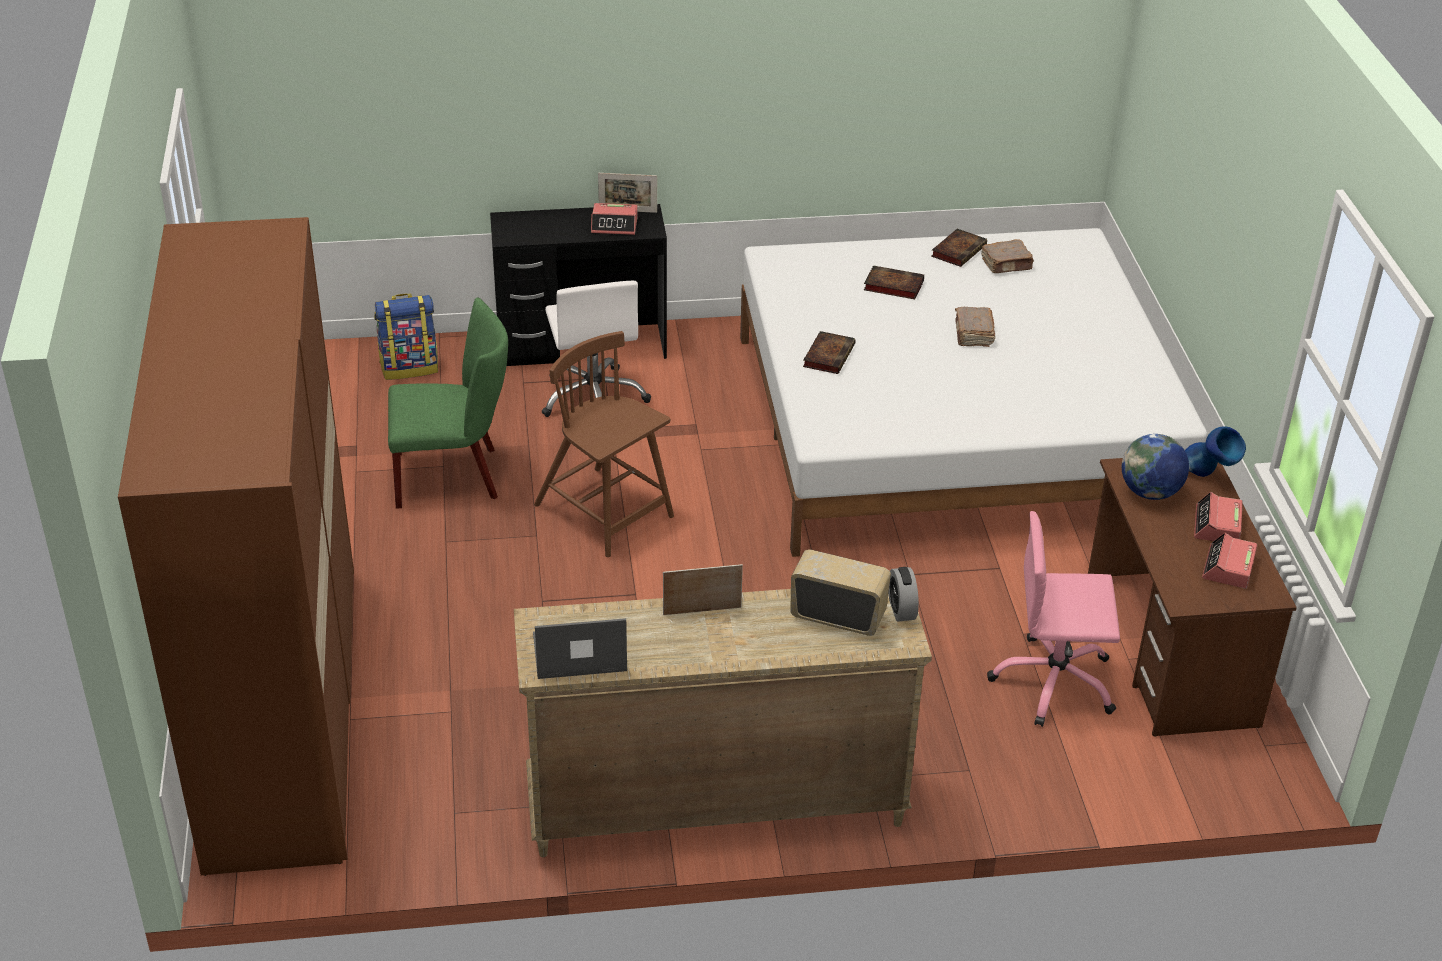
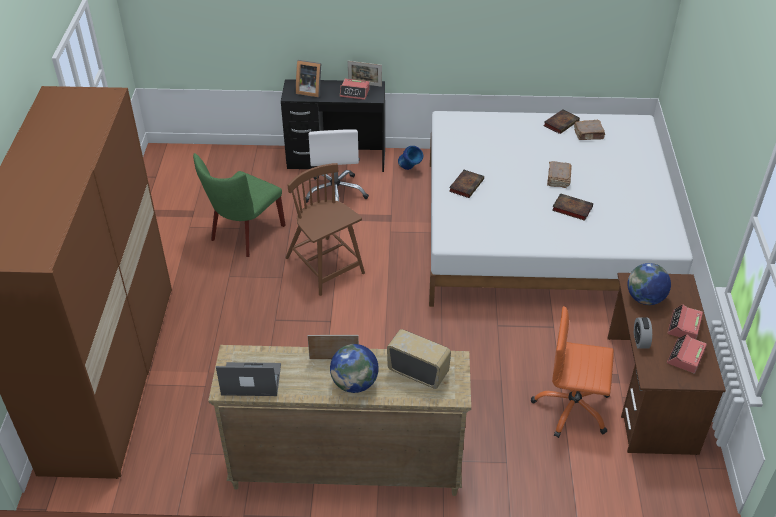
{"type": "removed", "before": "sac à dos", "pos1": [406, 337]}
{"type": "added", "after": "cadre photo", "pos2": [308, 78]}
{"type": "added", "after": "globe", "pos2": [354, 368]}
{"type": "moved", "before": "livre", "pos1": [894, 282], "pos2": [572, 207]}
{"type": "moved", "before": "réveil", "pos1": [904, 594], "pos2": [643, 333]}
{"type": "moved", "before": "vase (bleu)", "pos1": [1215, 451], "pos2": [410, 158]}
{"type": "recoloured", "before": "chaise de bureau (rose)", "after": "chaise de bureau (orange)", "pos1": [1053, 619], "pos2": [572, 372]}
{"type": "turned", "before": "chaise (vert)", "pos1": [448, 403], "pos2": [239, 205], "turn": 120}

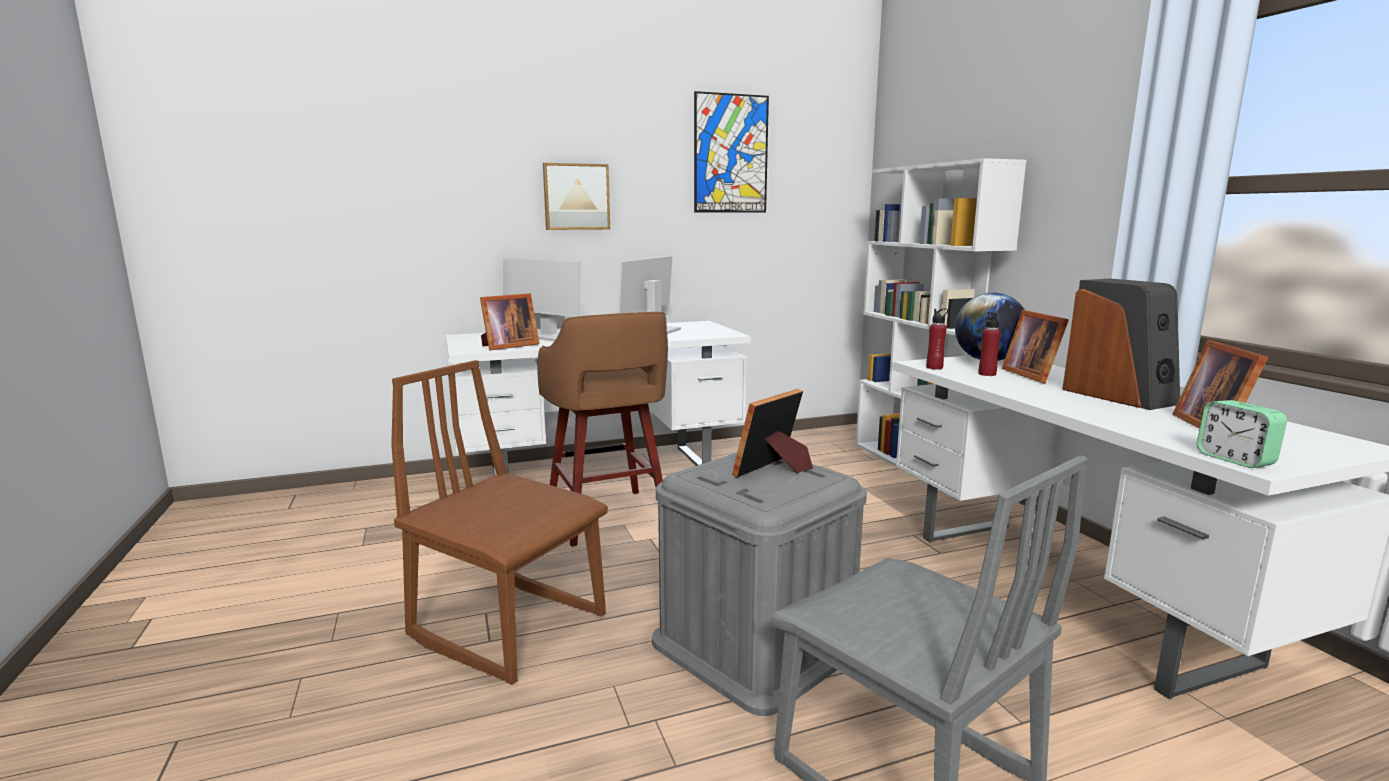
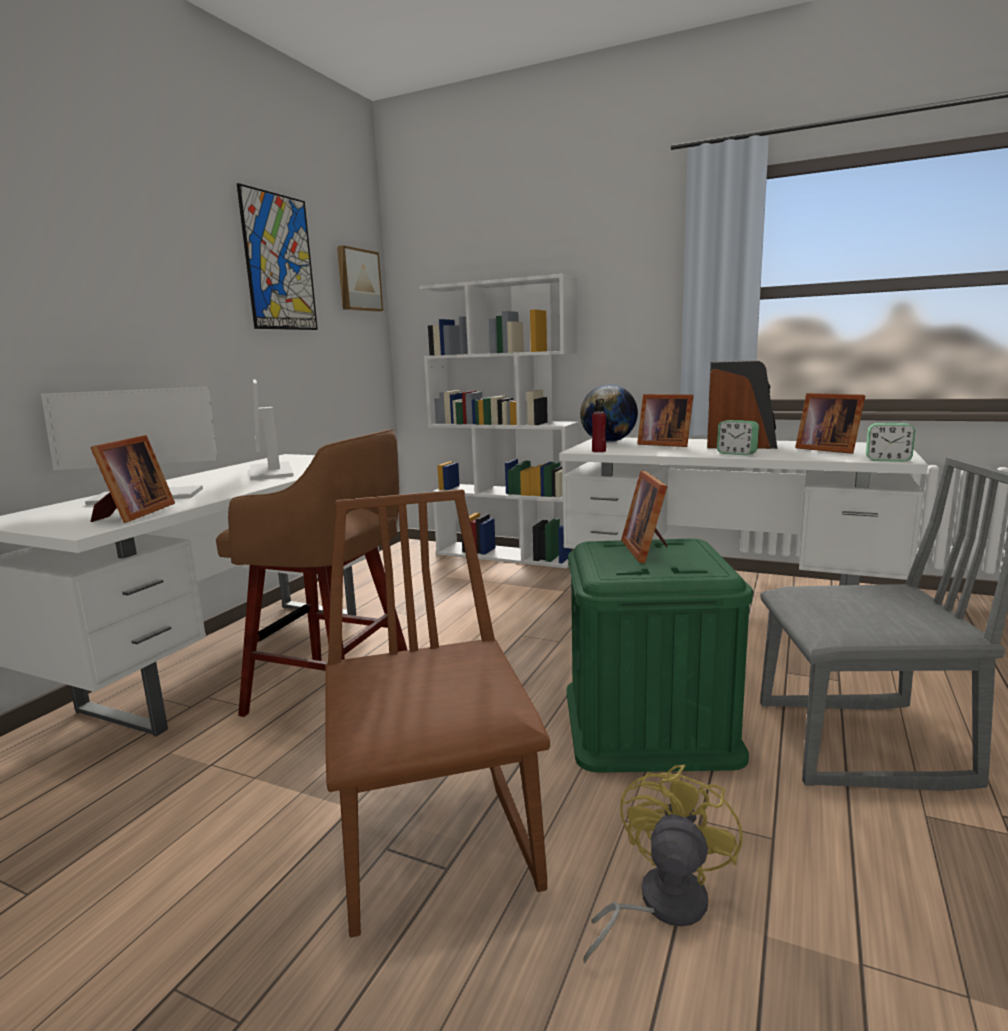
{"type": "removed", "before": "bouteille (rouge)", "pos1": [990, 344]}
{"type": "added", "after": "ventilateur (jaune)", "pos2": [663, 864]}
{"type": "added", "after": "réveil", "pos2": [738, 438]}
{"type": "moved", "before": "tableau", "pos1": [576, 196], "pos2": [360, 278]}
{"type": "recoloured", "before": "boîte de rangement (gris)", "after": "boîte de rangement (vert)", "pos1": [759, 584], "pos2": [660, 656]}
{"type": "turned", "before": "chaise (marron)", "pos1": [499, 522], "pos2": [438, 713], "turn": 90}

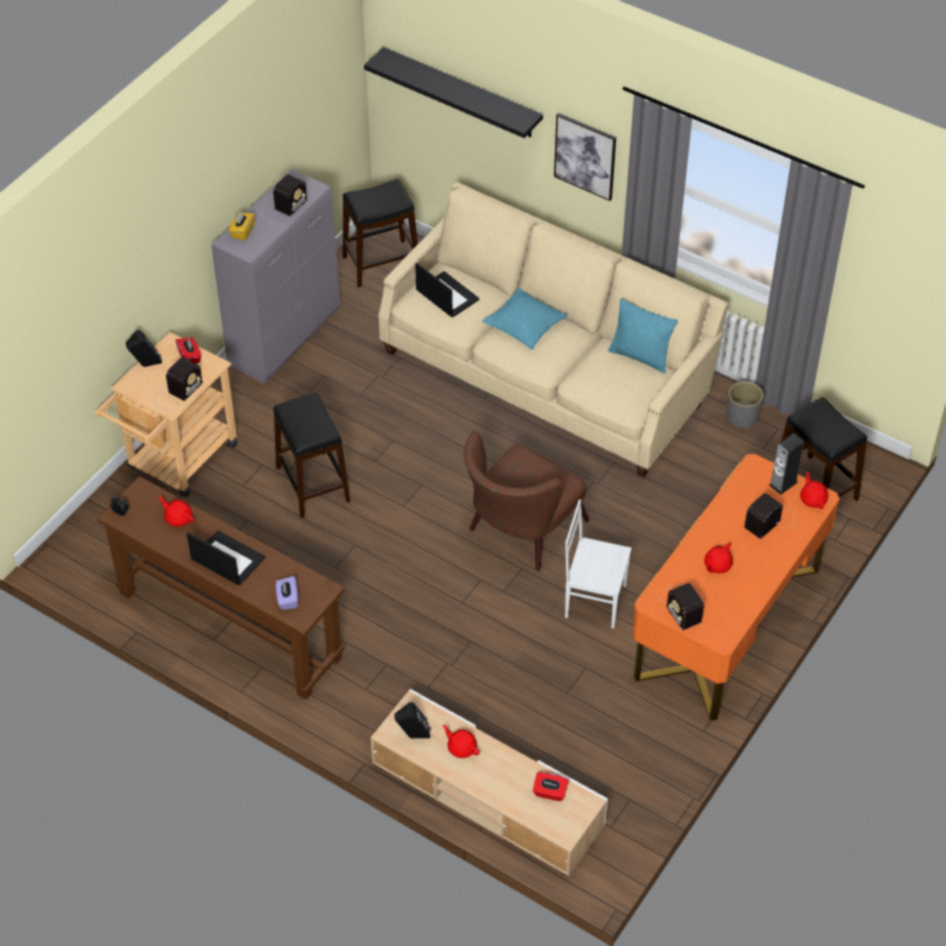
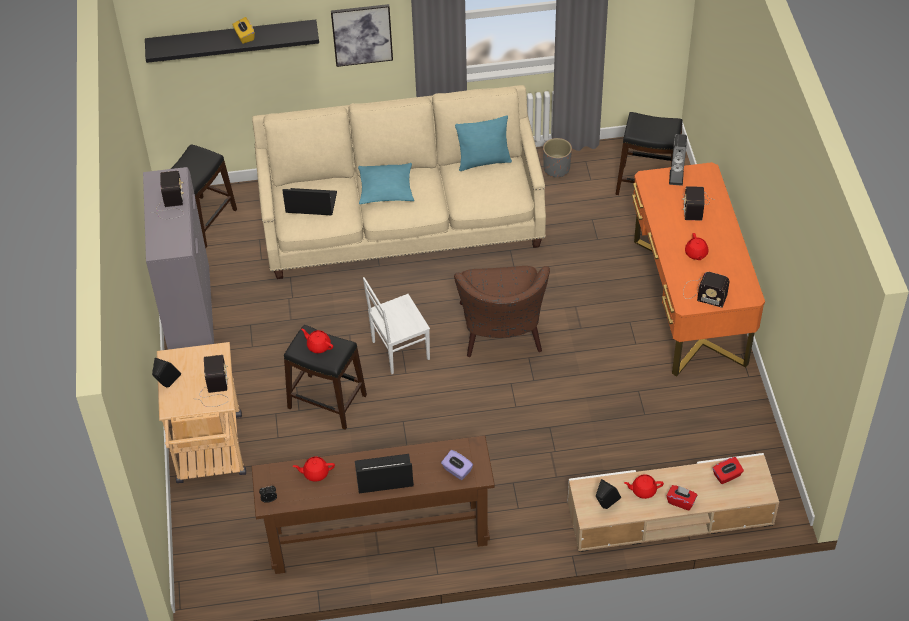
{"type": "moved", "before": "boîte à mouchoirs (rouge)", "pos1": [189, 350], "pos2": [681, 497]}
{"type": "moved", "before": "boîte à mouchoirs (jaune)", "pos1": [242, 225], "pos2": [243, 30]}
{"type": "moved", "before": "chaise (blanc)", "pos1": [598, 564], "pos2": [396, 325]}
{"type": "moved", "before": "théière (rouge)", "pos1": [814, 490], "pos2": [317, 340]}

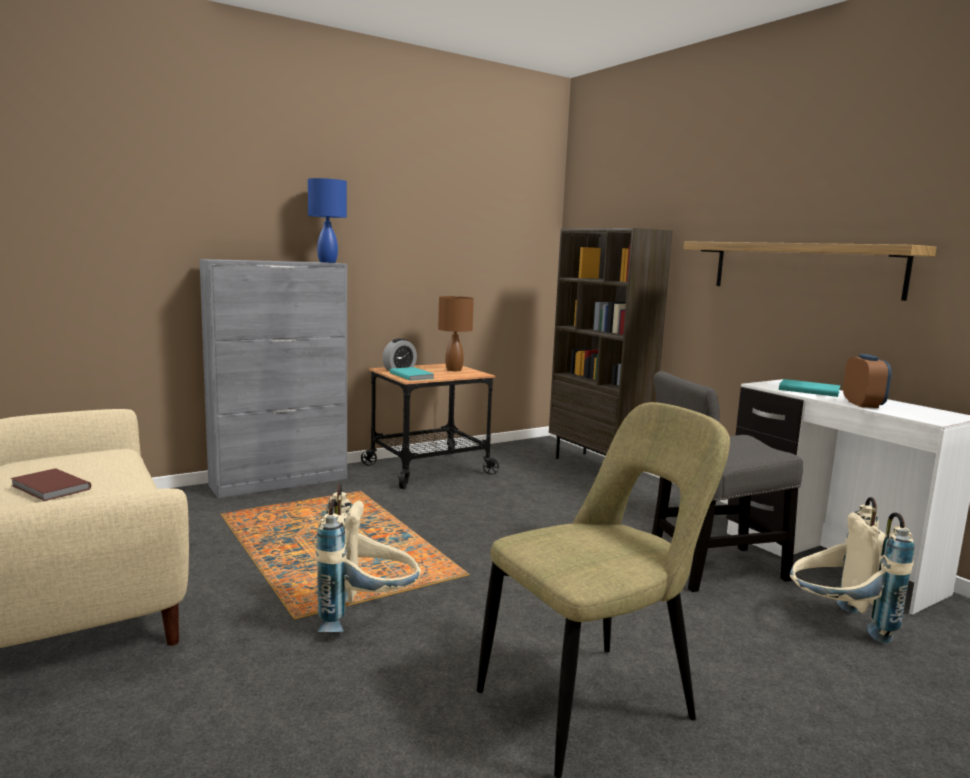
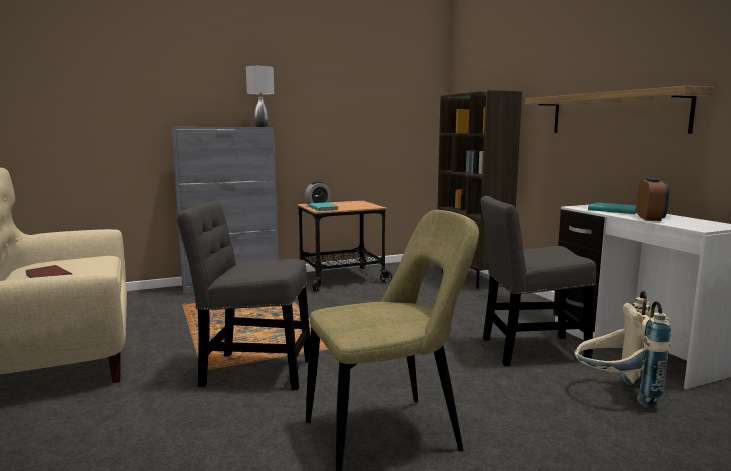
{"type": "removed", "before": "lampe de table (marron)", "pos1": [456, 333]}
{"type": "replaced", "before": "sac à dos (beige)", "after": "chaise (gris)", "pos1": [368, 558], "pos2": [243, 295]}
{"type": "recoloured", "before": "lampe de table (bleu)", "after": "lampe de table (gris)", "pos1": [327, 220], "pos2": [260, 96]}

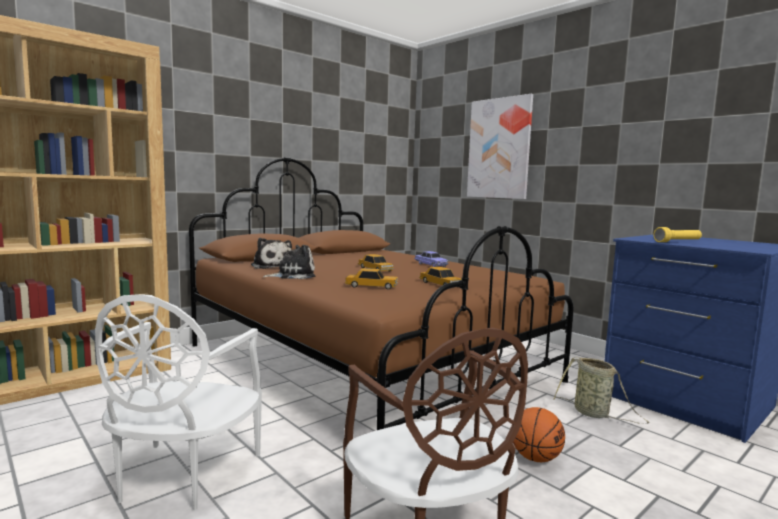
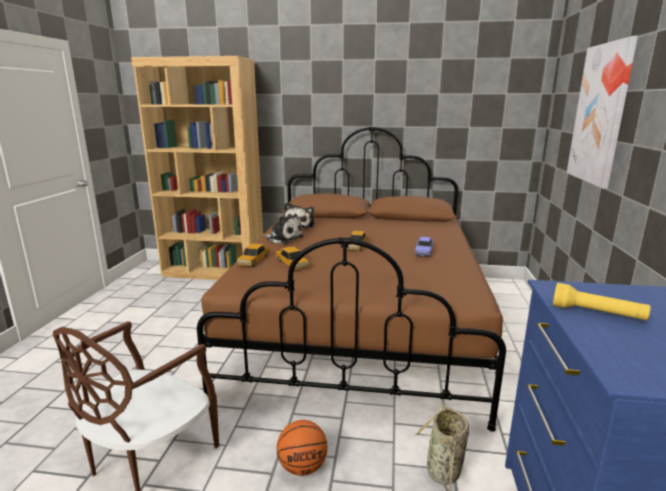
{"type": "removed", "before": "chaise (blanc)", "pos1": [178, 402]}
{"type": "moved", "before": "petite voiture", "pos1": [440, 277], "pos2": [254, 254]}

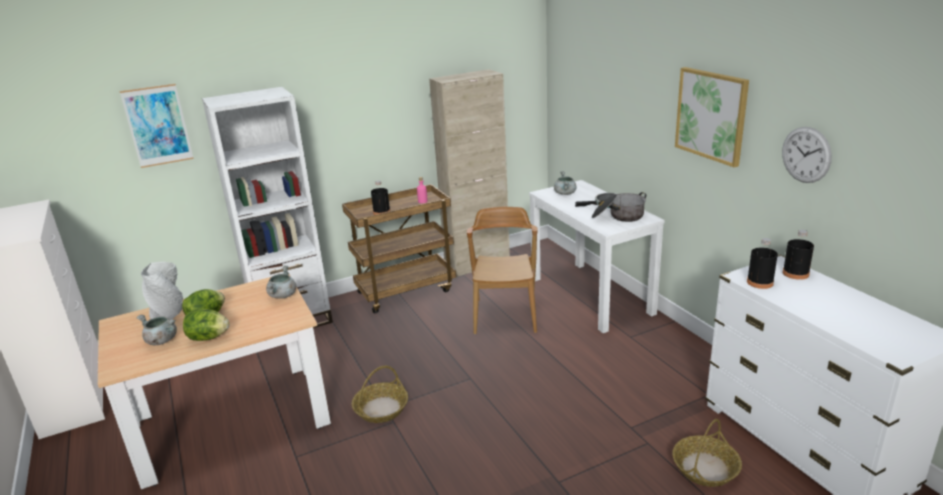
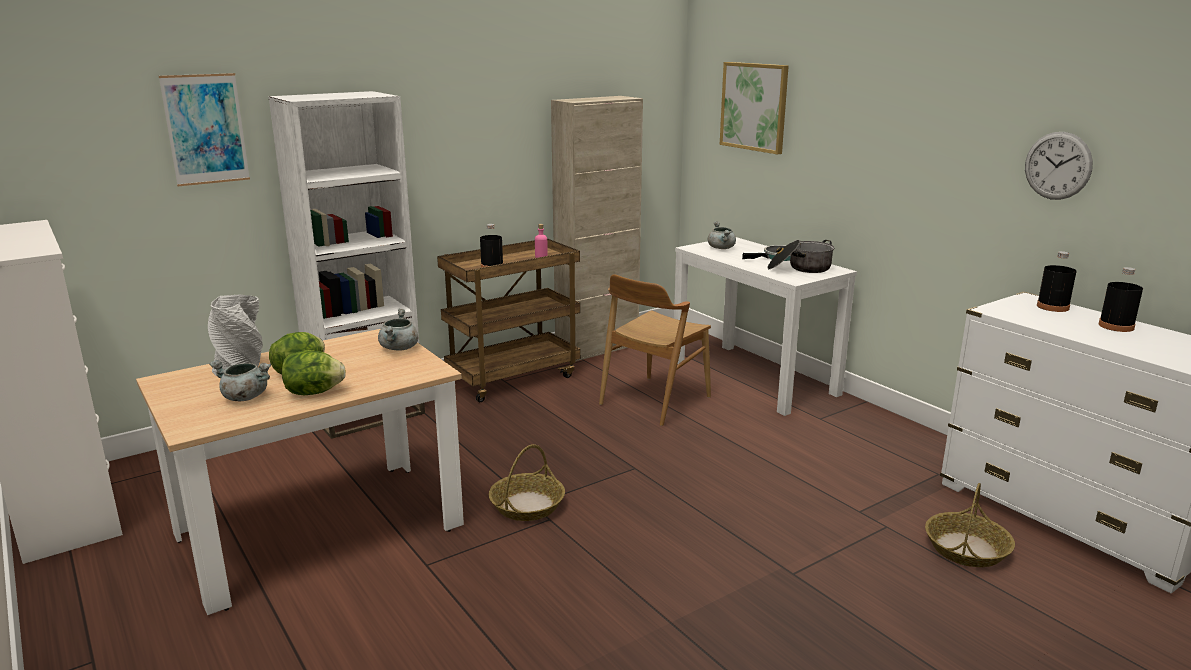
{"type": "moved", "before": "tableau", "pos1": [712, 117], "pos2": [754, 108]}
{"type": "moved", "before": "bouteille (noir)", "pos1": [762, 263], "pos2": [1120, 299]}
{"type": "turned", "before": "chaise (marron)", "pos1": [502, 270], "pos2": [655, 350], "turn": -135}

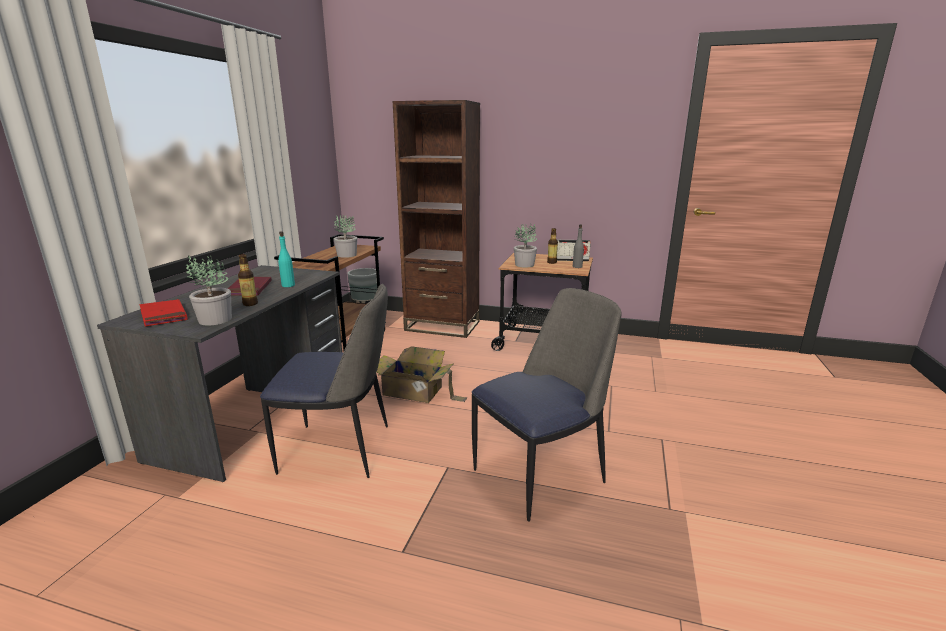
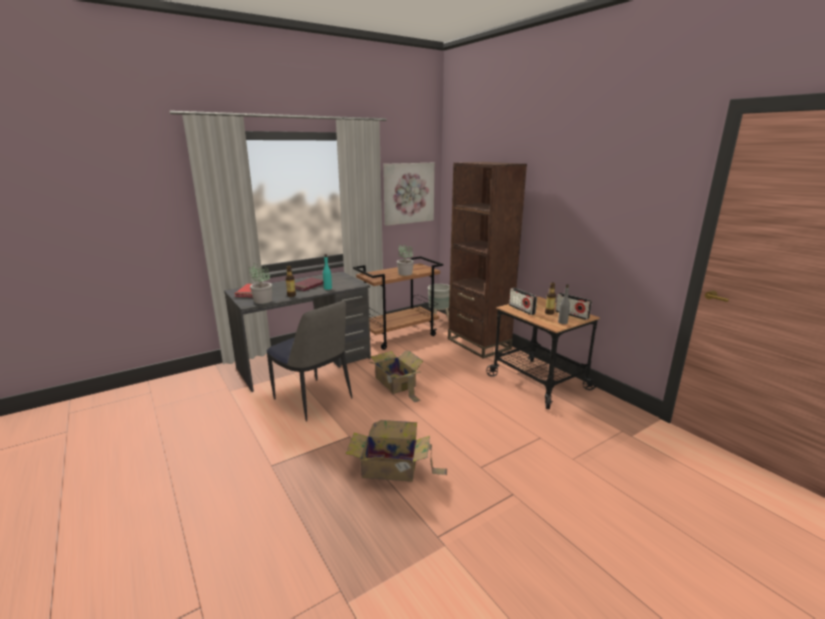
{"type": "added", "after": "tableau", "pos2": [409, 194]}
{"type": "replaced", "before": "chaise", "after": "carton", "pos1": [546, 405], "pos2": [396, 451]}
{"type": "replaced", "before": "plante en pot", "after": "radio", "pos1": [525, 245], "pos2": [523, 301]}

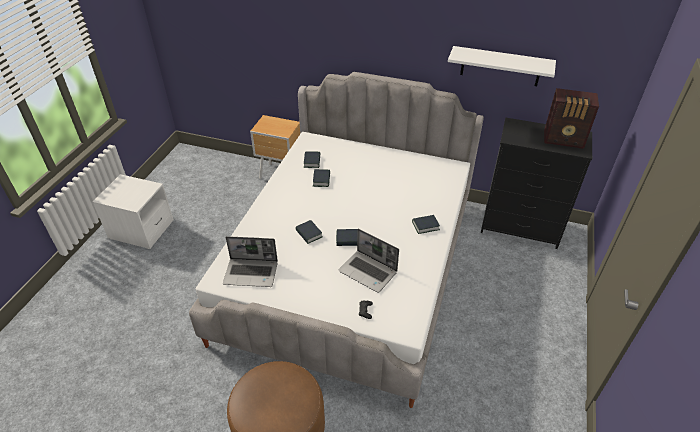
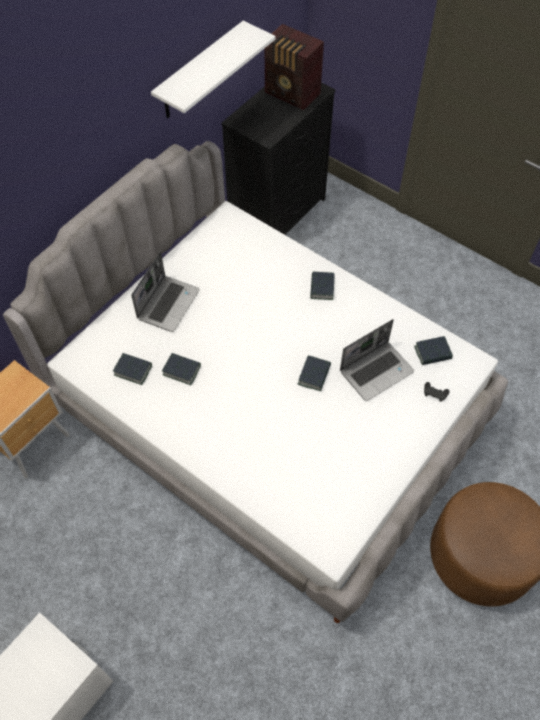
{"type": "moved", "before": "ordinateur portable", "pos1": [250, 261], "pos2": [165, 292]}
{"type": "moved", "before": "livre", "pos1": [309, 232], "pos2": [433, 350]}
{"type": "turned", "before": "radio", "pos1": [571, 118], "pos2": [294, 67], "turn": 90}

